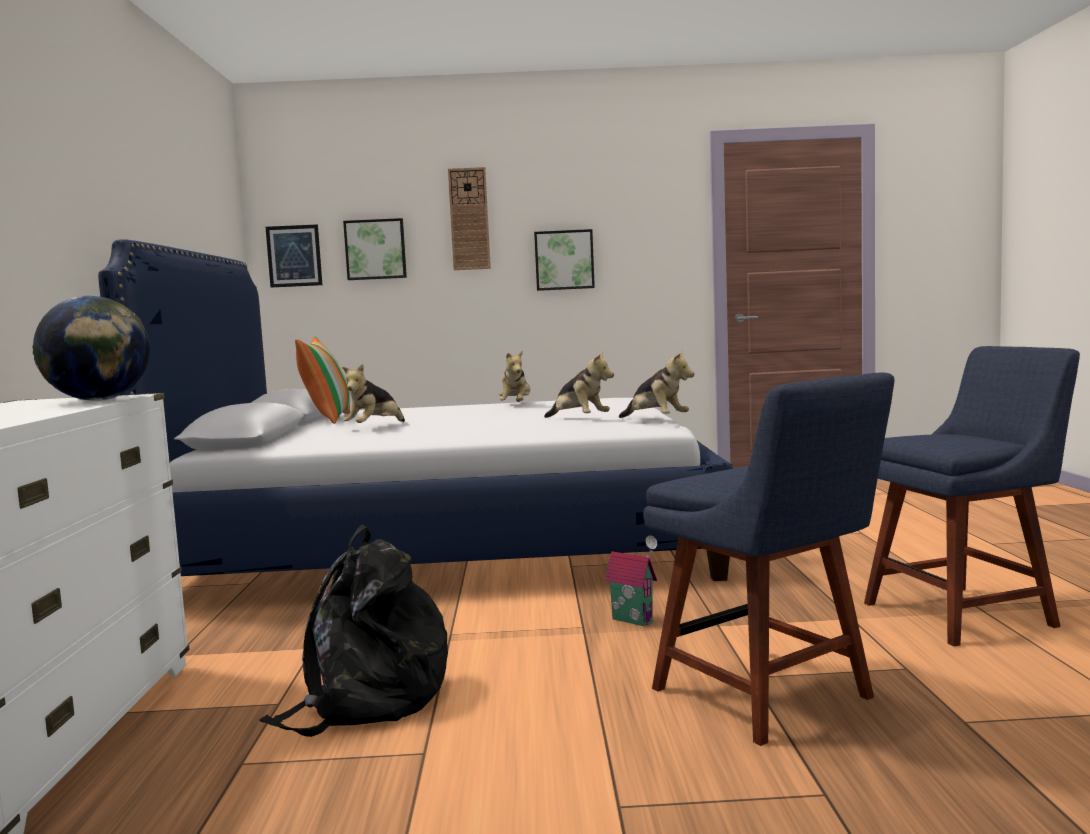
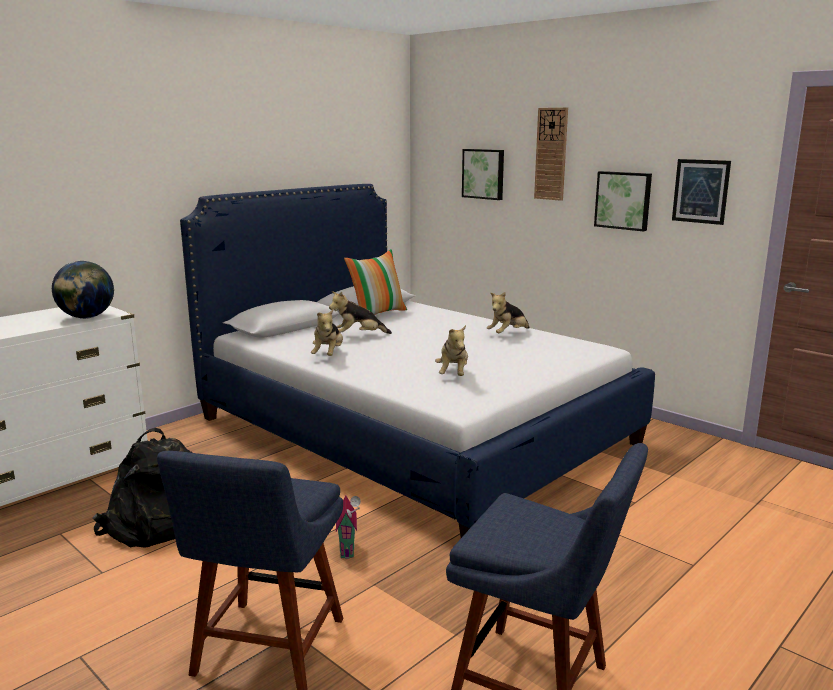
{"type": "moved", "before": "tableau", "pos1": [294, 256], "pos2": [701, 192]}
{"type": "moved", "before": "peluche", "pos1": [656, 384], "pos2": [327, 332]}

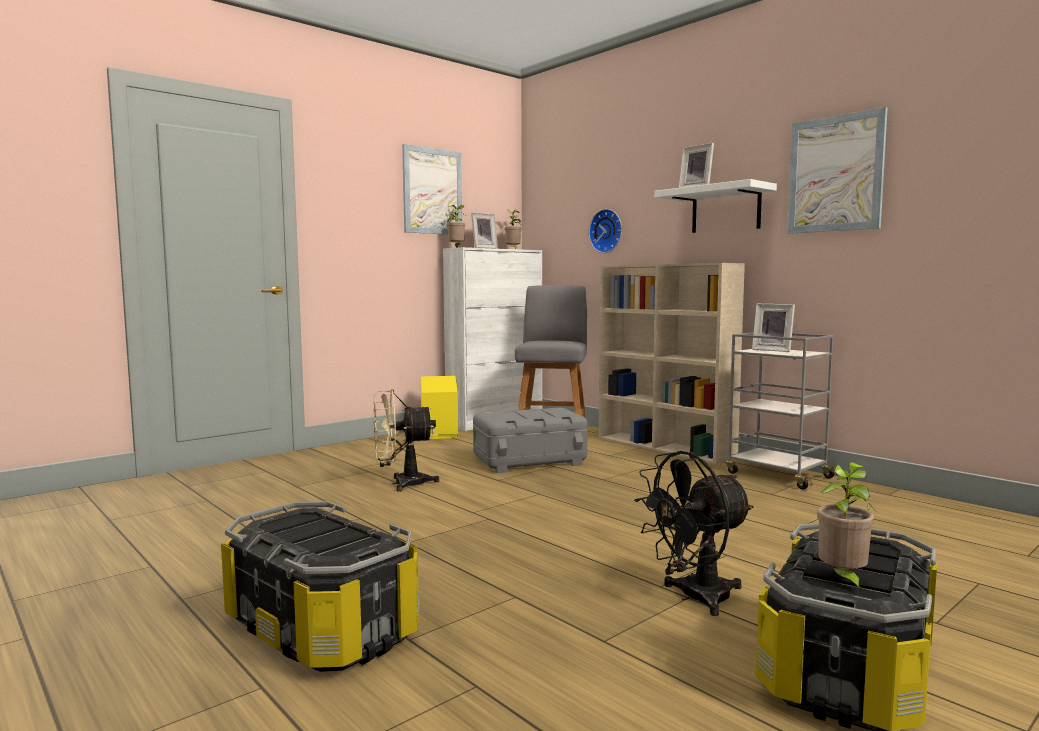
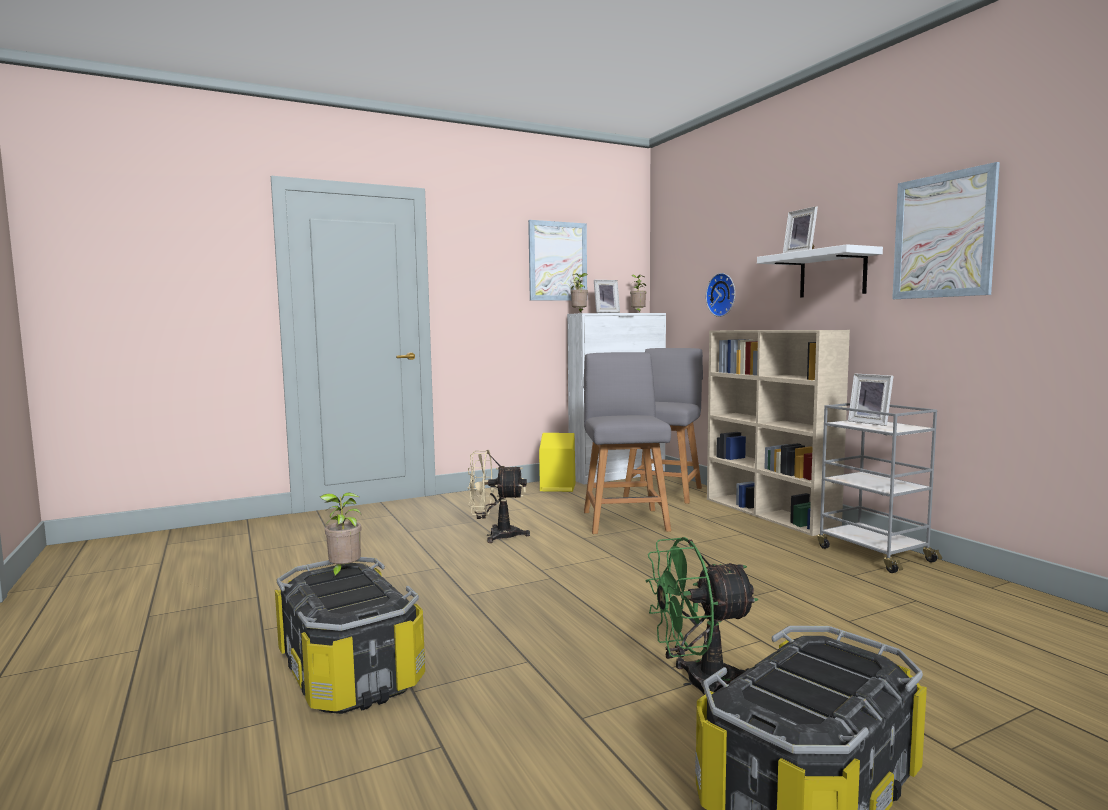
{"type": "moved", "before": "plante en pot", "pos1": [845, 527], "pos2": [341, 536]}
{"type": "replaced", "before": "boîte de rangement (gris)", "after": "chaise (gris)", "pos1": [530, 440], "pos2": [627, 443]}
{"type": "recoloured", "before": "ventilateur (noir)", "after": "ventilateur (vert)", "pos1": [694, 533], "pos2": [701, 616]}

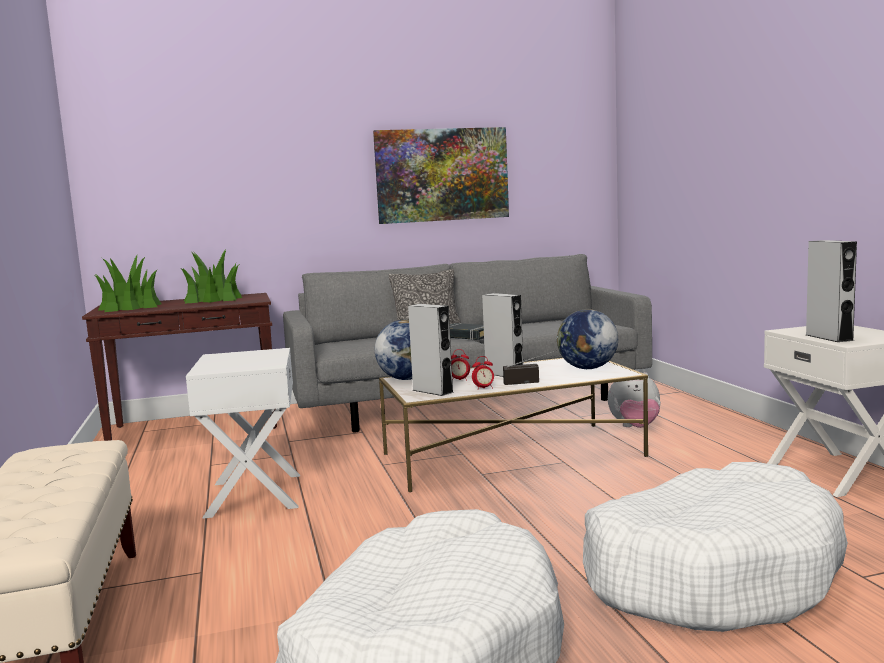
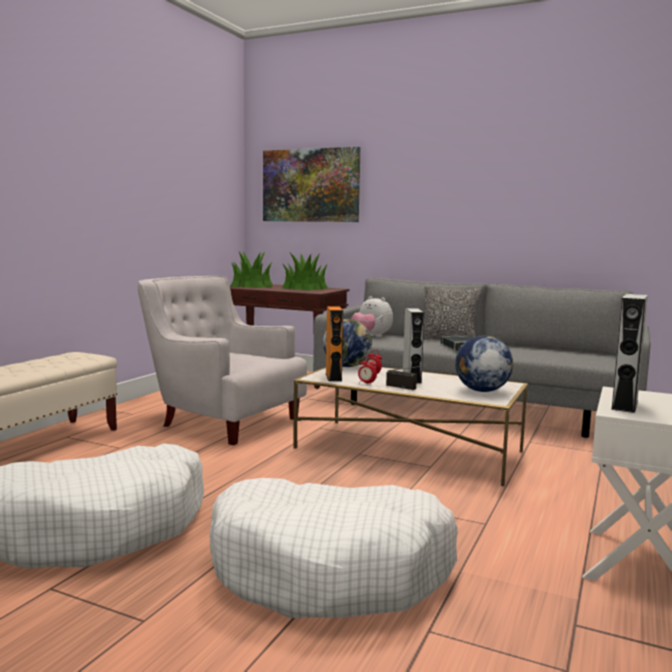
{"type": "moved", "before": "tableau", "pos1": [441, 175], "pos2": [311, 184]}
{"type": "moved", "before": "peluche", "pos1": [634, 400], "pos2": [372, 316]}
{"type": "replaced", "before": "table d'appoint (blanc)", "after": "fauteuil (blanc)", "pos1": [243, 433], "pos2": [222, 360]}
{"type": "recoloured", "before": "enceinte (gris)", "after": "enceinte (orange)", "pos1": [431, 350], "pos2": [334, 343]}

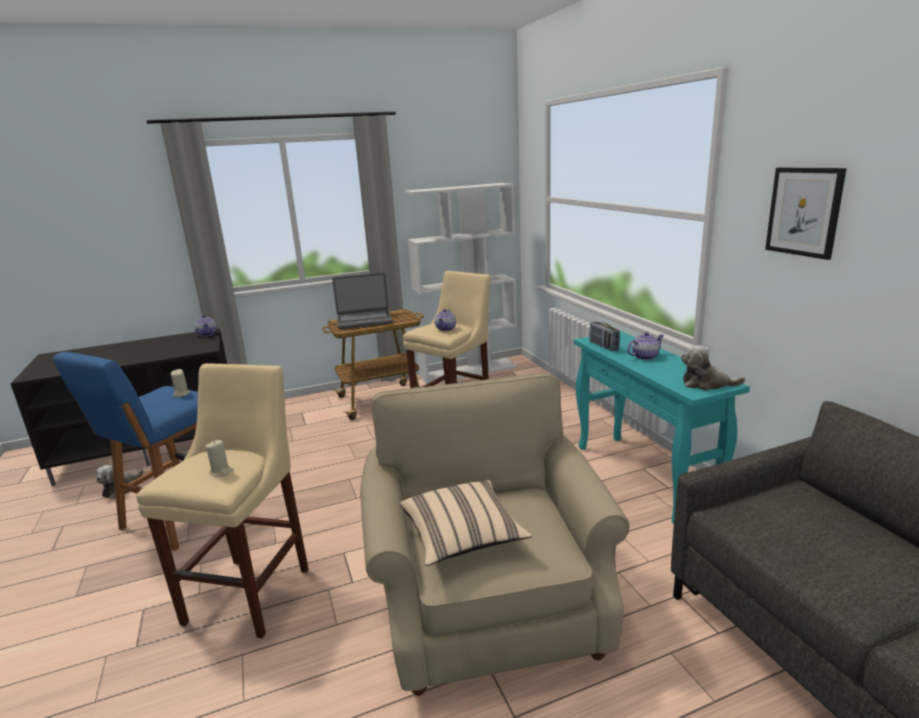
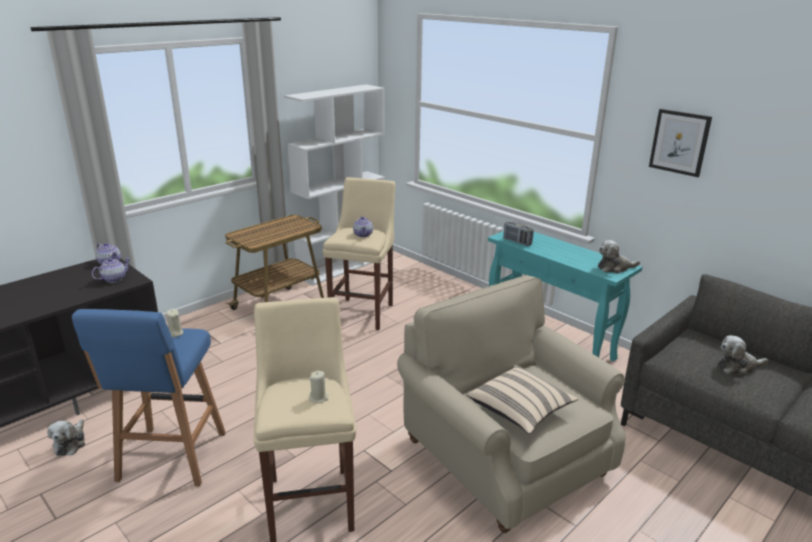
{"type": "removed", "before": "ordinateur portable", "pos1": [362, 301]}
{"type": "added", "after": "peluche", "pos2": [742, 355]}
{"type": "moved", "before": "théière", "pos1": [645, 346], "pos2": [111, 270]}

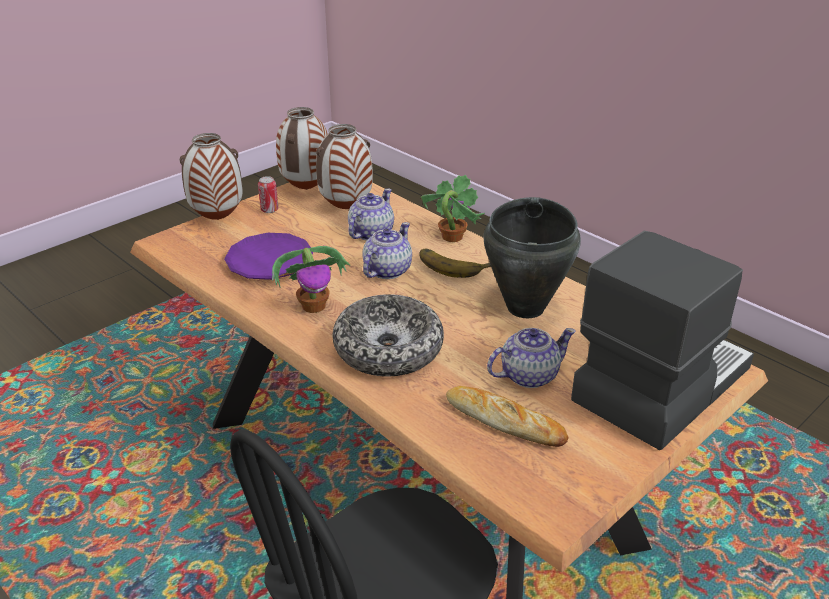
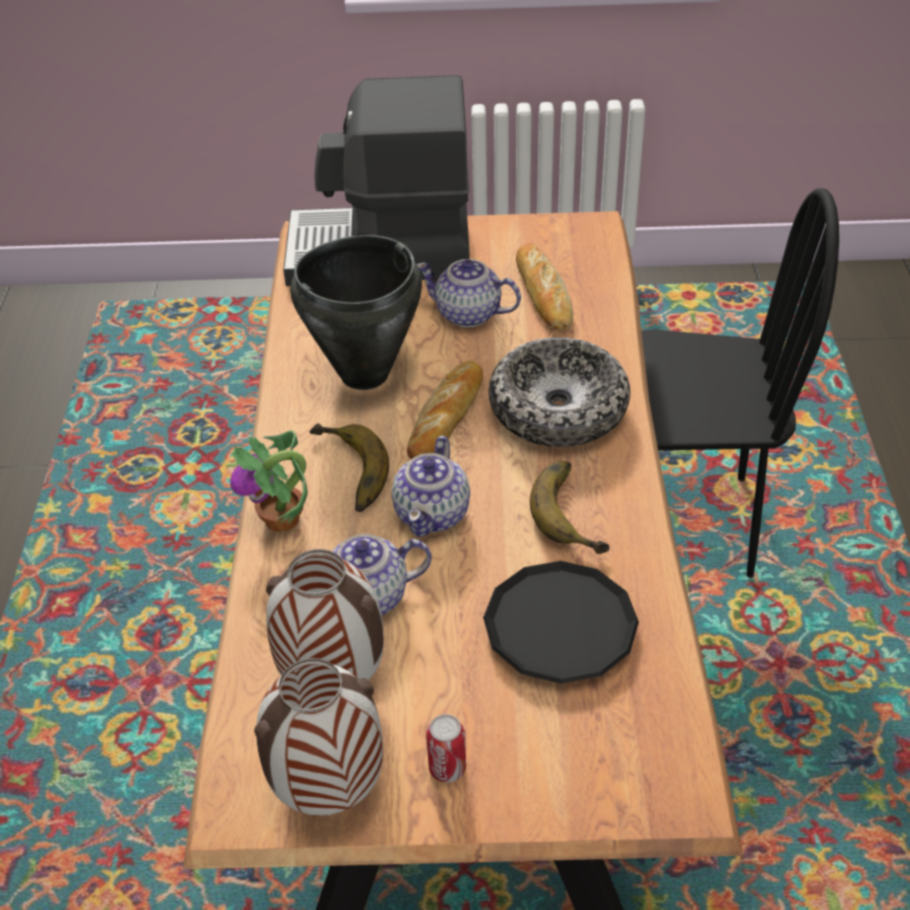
{"type": "removed", "before": "vase", "pos1": [211, 176]}
{"type": "added", "after": "pain", "pos2": [445, 410]}
{"type": "replaced", "before": "plante en pot", "after": "banane", "pos1": [311, 279], "pos2": [569, 507]}
{"type": "recoloured", "before": "assiette (violet)", "after": "assiette (noir)", "pos1": [268, 256], "pos2": [561, 622]}
{"type": "turned", "before": "théière", "pos1": [387, 250], "pos2": [431, 486], "turn": -60}

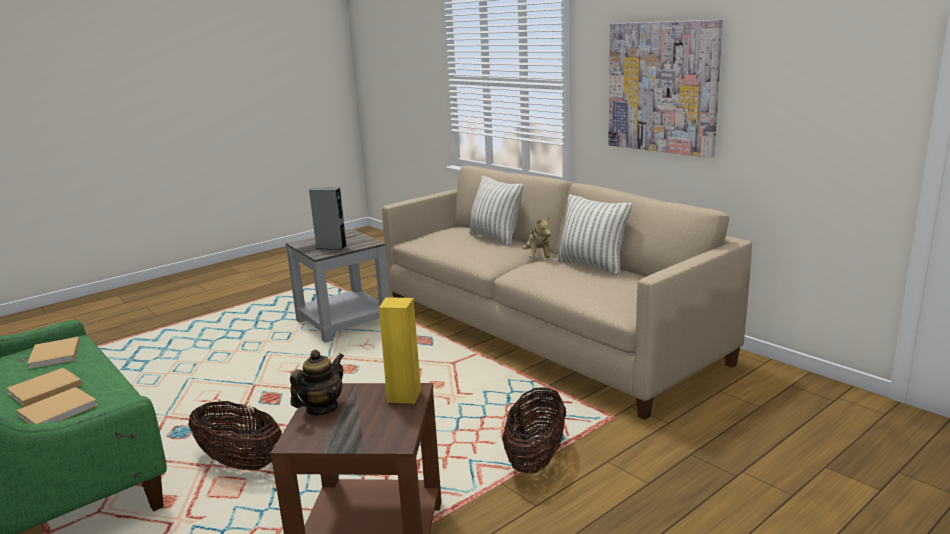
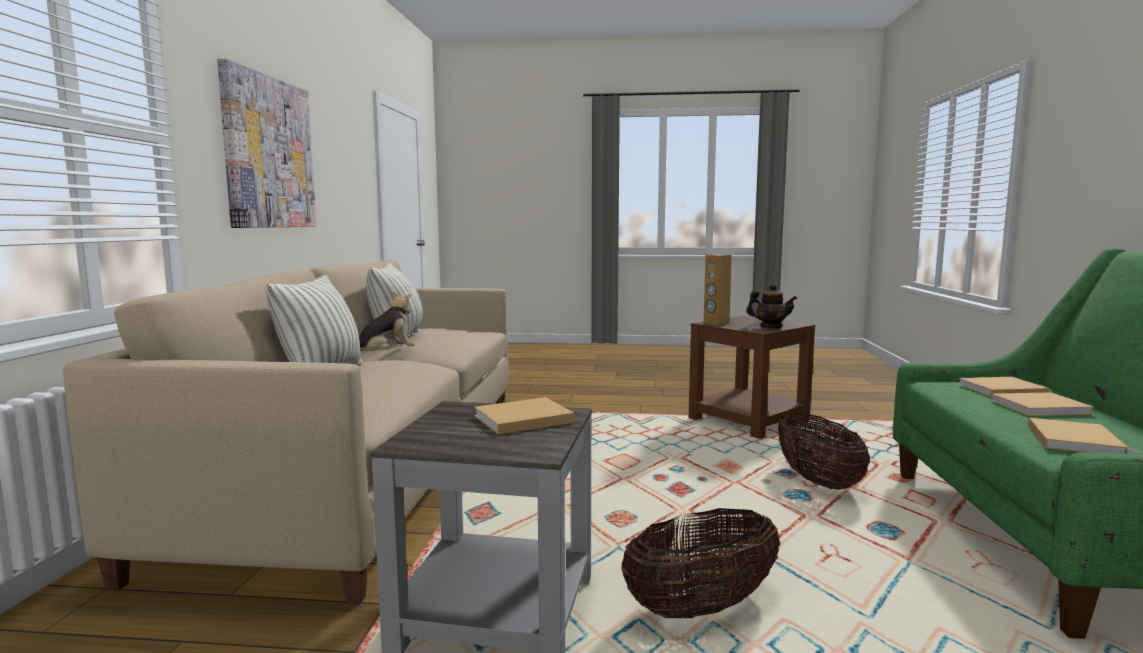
{"type": "moved", "before": "panier", "pos1": [534, 430], "pos2": [700, 563]}
{"type": "replaced", "before": "enceinte (gris)", "after": "livre (beige)", "pos1": [328, 218], "pos2": [524, 415]}
{"type": "recoloured", "before": "enceinte (jaune)", "after": "enceinte (marron)", "pos1": [400, 350], "pos2": [717, 289]}
{"type": "turned", "before": "théière", "pos1": [317, 383], "pos2": [772, 305], "turn": -150}

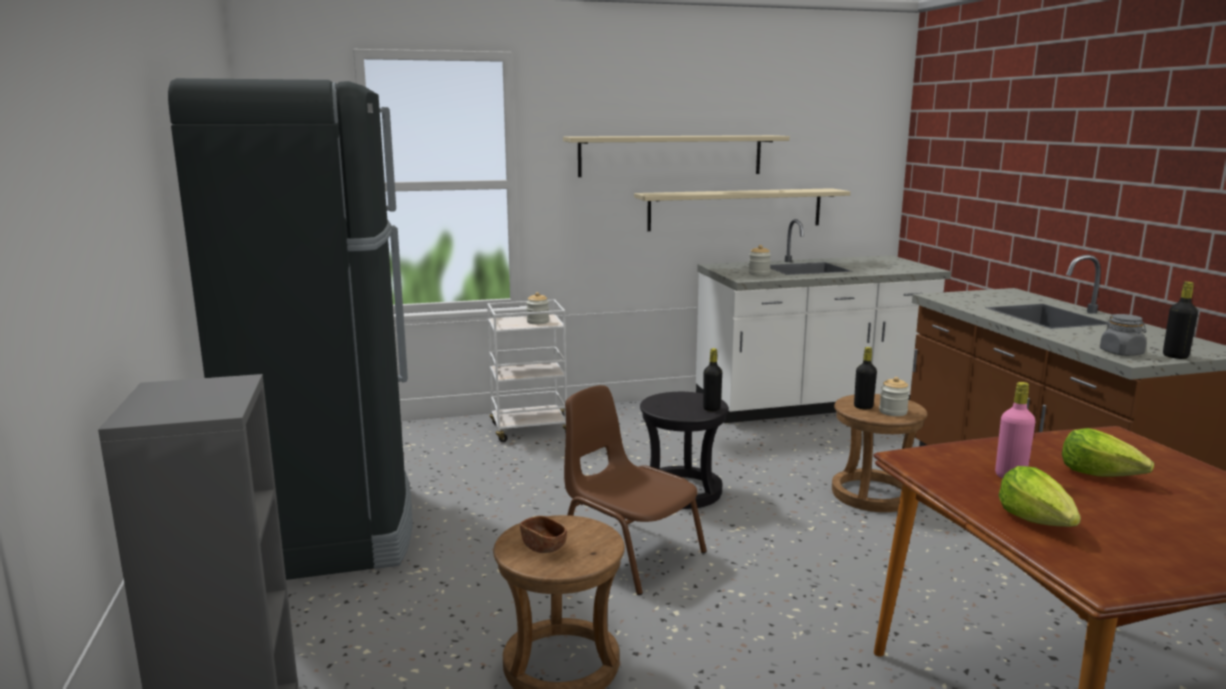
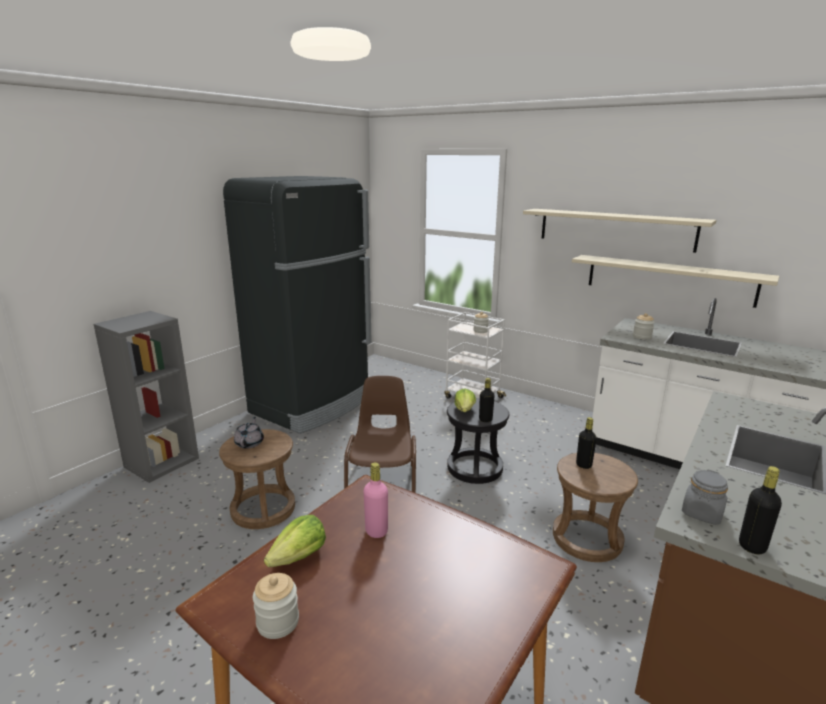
{"type": "moved", "before": "bocal", "pos1": [894, 396], "pos2": [276, 606]}
{"type": "moved", "before": "laitue", "pos1": [1108, 452], "pos2": [465, 400]}
{"type": "replaced", "before": "bol (marron)", "after": "théière (gris)", "pos1": [543, 534], "pos2": [249, 433]}

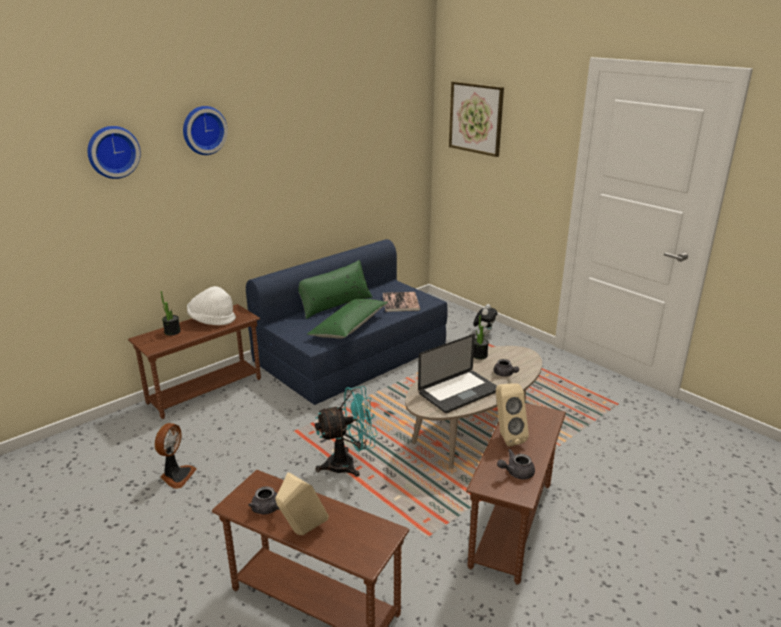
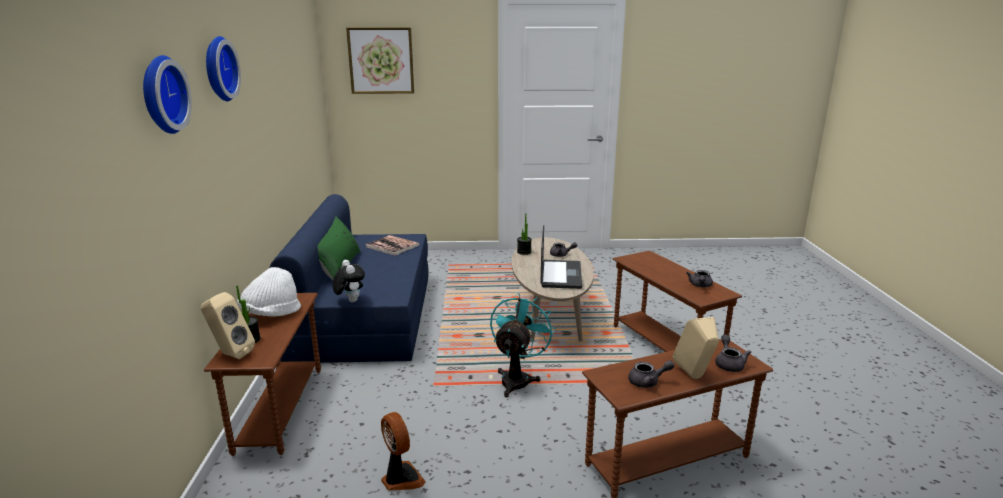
{"type": "removed", "before": "coussin (vert)", "pos1": [347, 319]}
{"type": "added", "after": "théière (gris)", "pos2": [733, 353]}
{"type": "moved", "before": "peluche", "pos1": [485, 319], "pos2": [348, 281]}
{"type": "moved", "before": "enceinte (beige)", "pos1": [512, 415], "pos2": [228, 325]}

